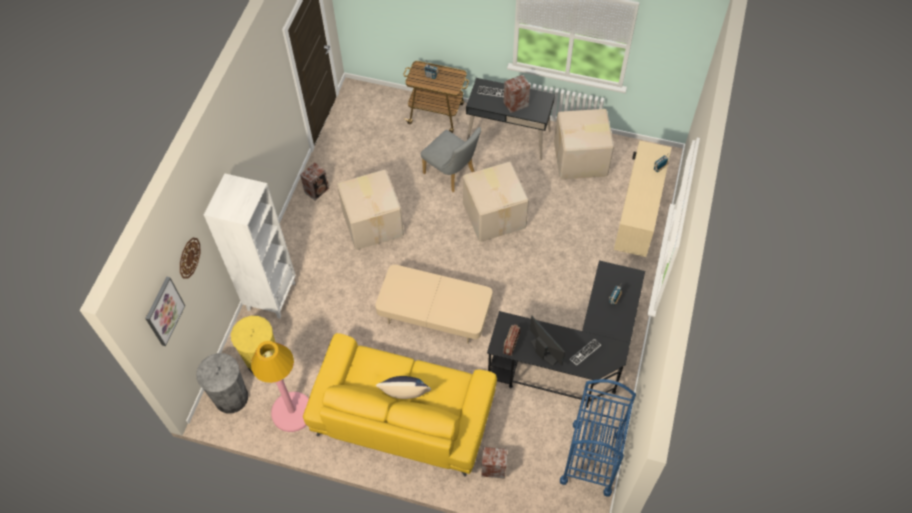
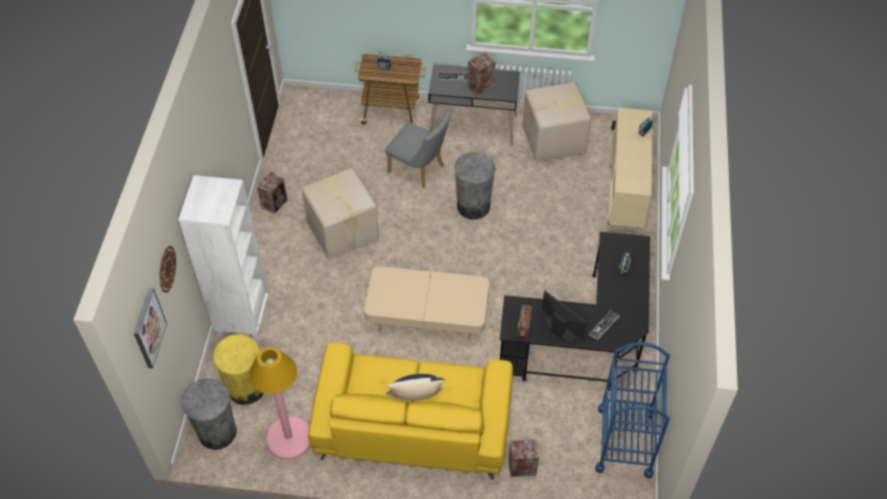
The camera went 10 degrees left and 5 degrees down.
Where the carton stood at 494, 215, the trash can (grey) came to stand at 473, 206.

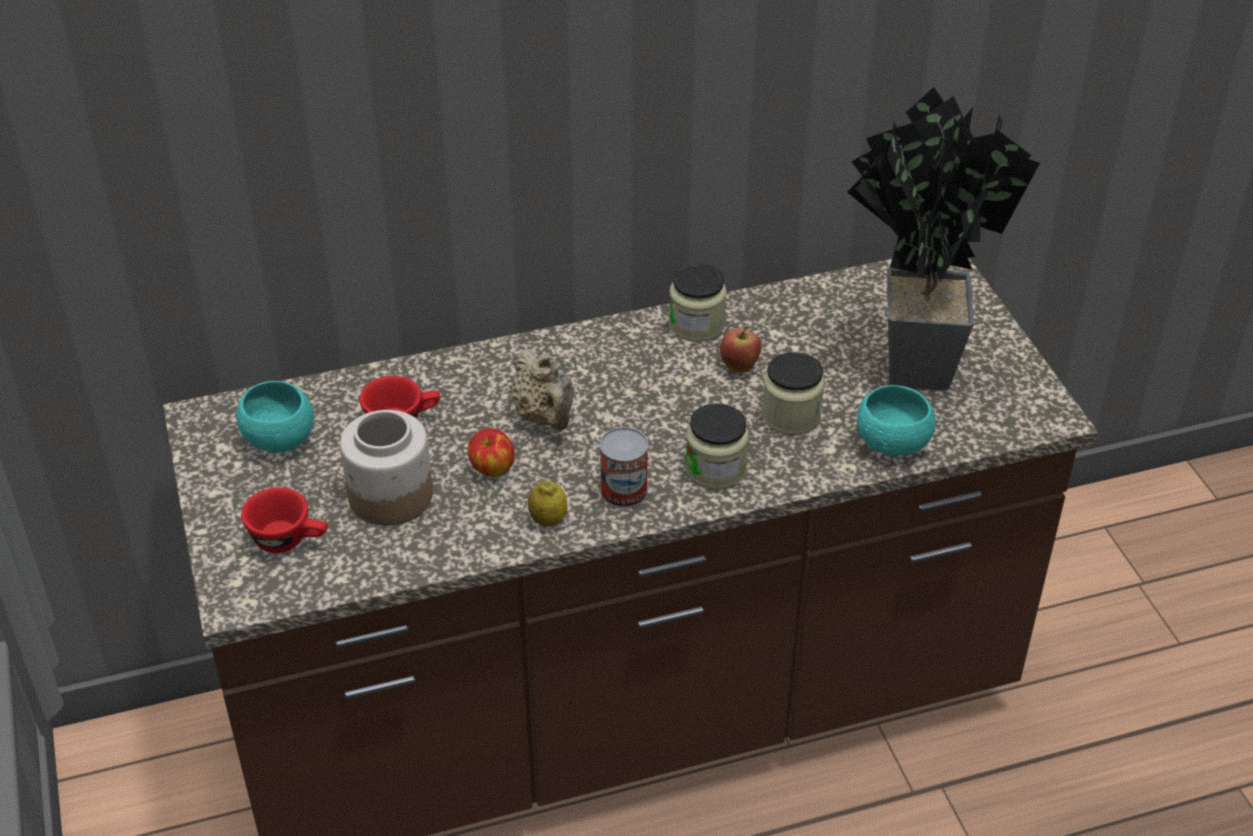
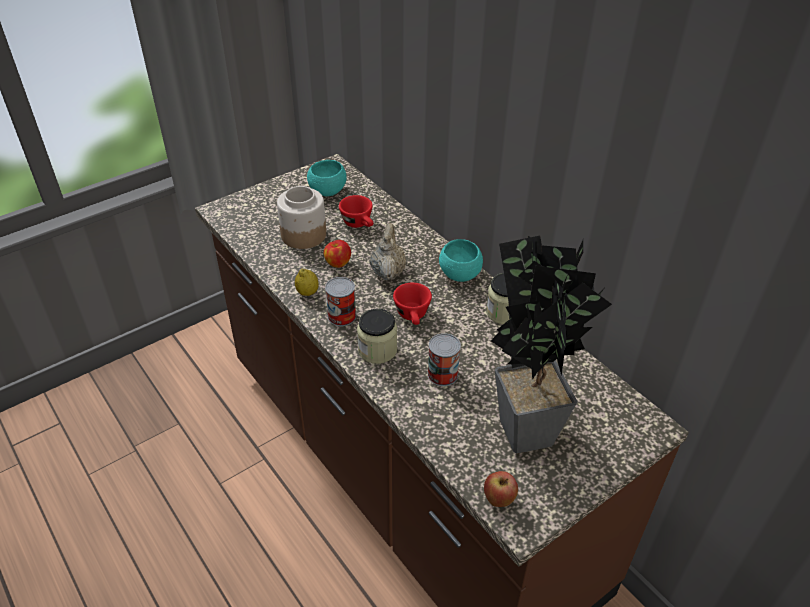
The camera went 70 degrees right and 0 degrees up.
The pot for tea (sand-coloured) at 545, 417 ended up facing another way, 135 degrees clockwise from before.
The cup (red) ended up elsewhere, having gone from 289, 539 to 413, 316.
Where the preserve jar stood at 791, 416, the sealed can came to stand at 442, 374.
The deep dish (turquoise) ended up elsewhere, having gone from 892, 443 to 459, 274.
The whole apple ended up elsewhere, having gone from 739, 367 to 499, 500.

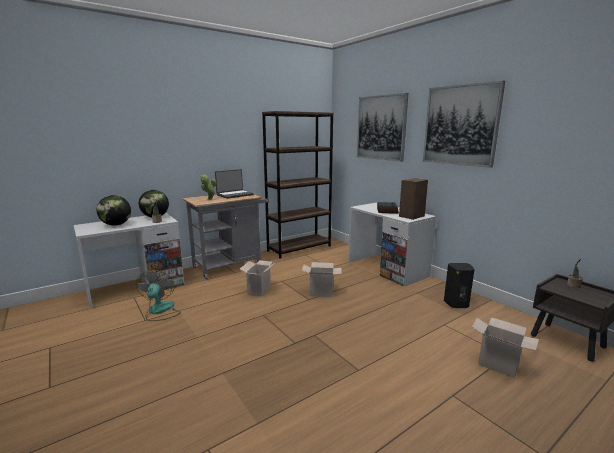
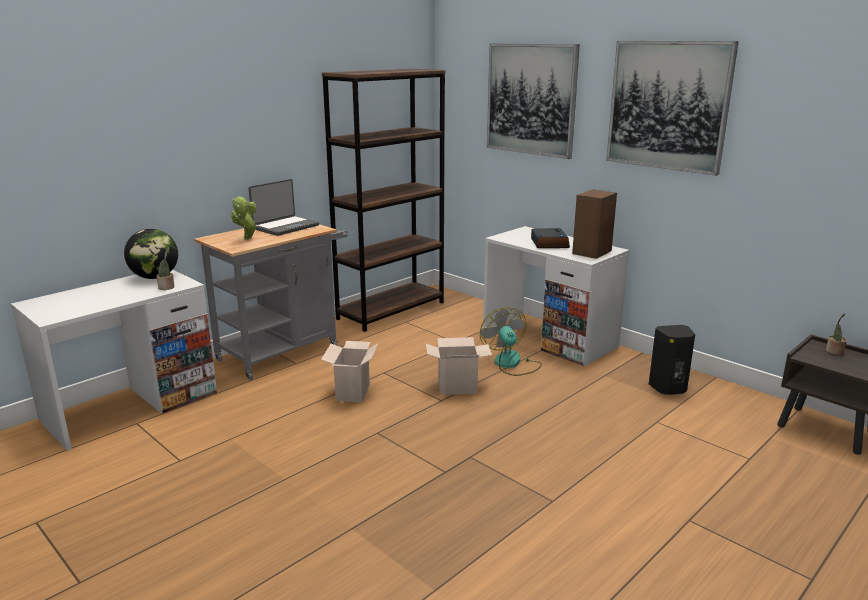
The camera went 10 degrees left and 5 degrees up.
The electric fan ended up elsewhere, having gone from 160, 311 to 511, 364.
The second view lost the desk globe at 116, 225.
The second view lost the carton at 499, 365.

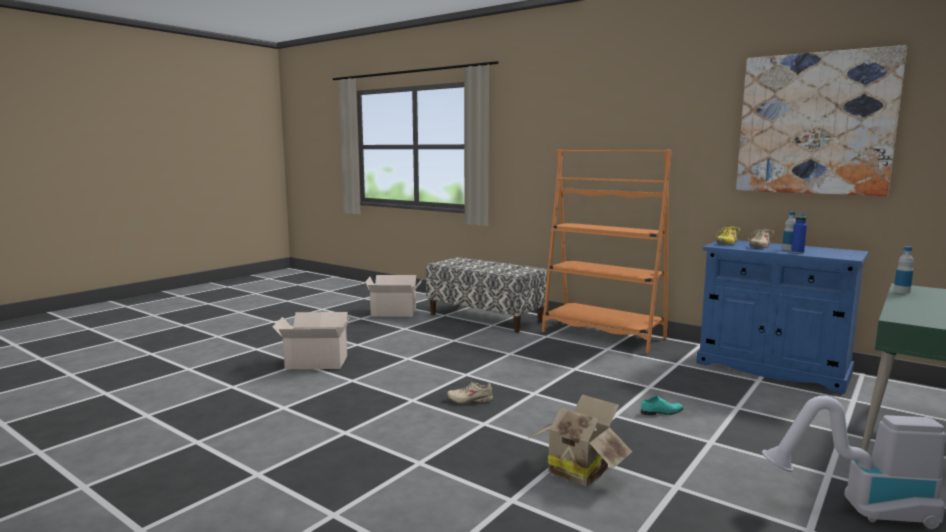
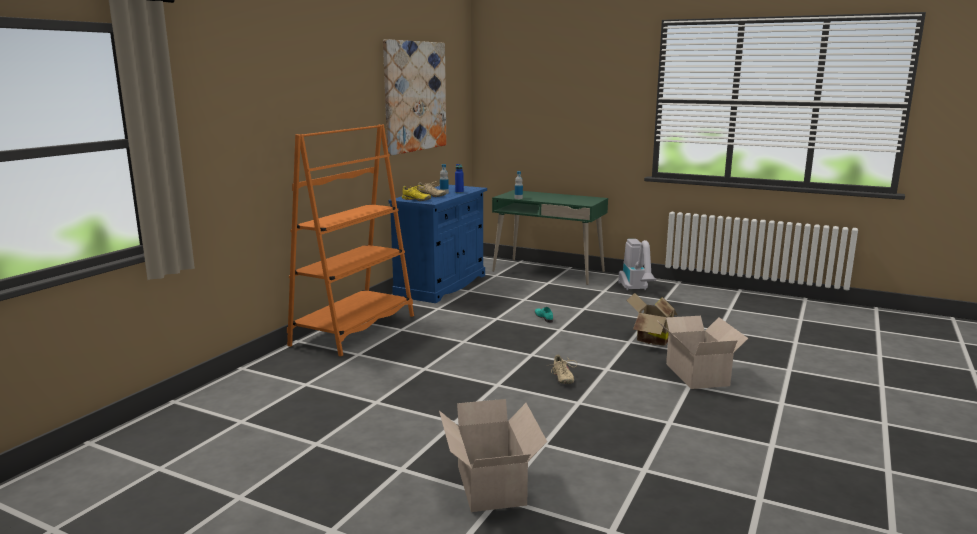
The camera went 100 degrees left and 5 degrees up.
The carton ended up elsewhere, having gone from 395, 313 to 696, 374.
The second view lost the bench at 485, 318.

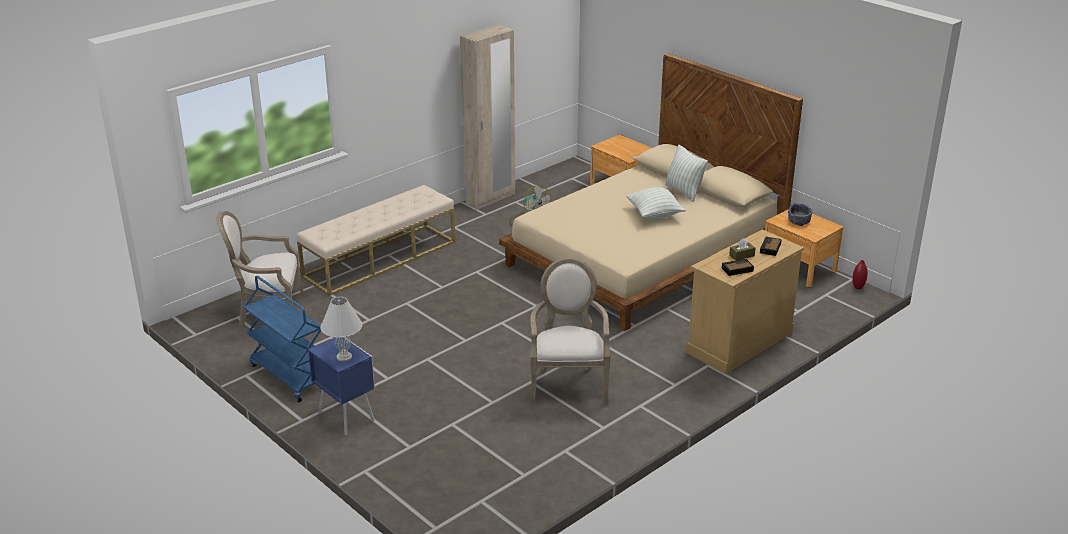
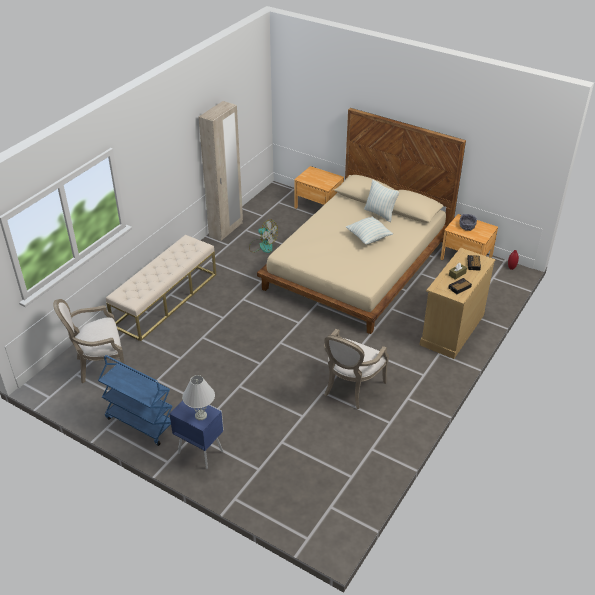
The camera went 15 degrees left and 10 degrees up.
The easy chair at 568, 383 ended up facing another way, 135 degrees counterclockwise from before.

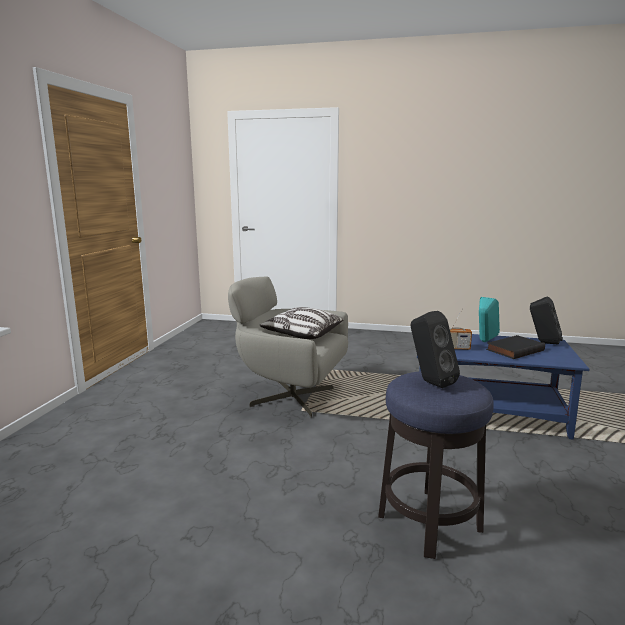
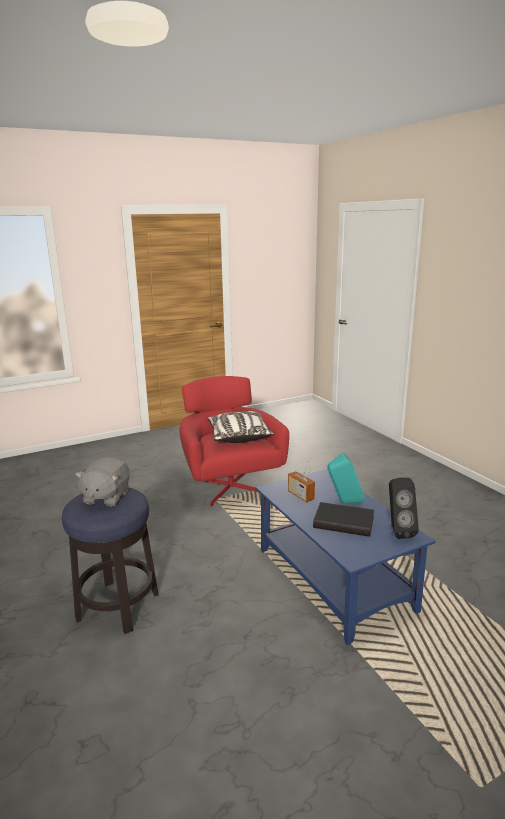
The camera went 50 degrees right and 5 degrees up.
Where the speaker (black-coloured) stood at 430, 382, the soft toy (grey) came to stand at 106, 497.
What was the easy chair (grey) at 289, 397 turned into the easy chair (red) at 230, 486.

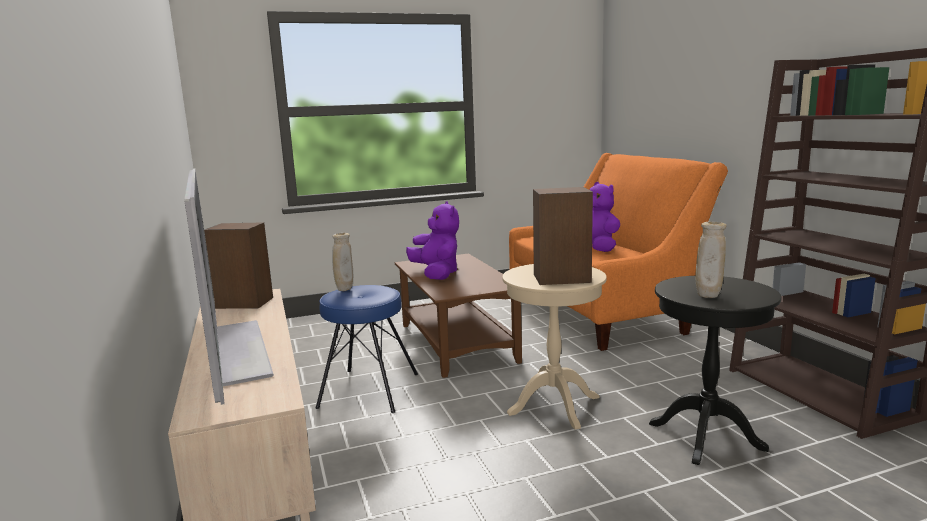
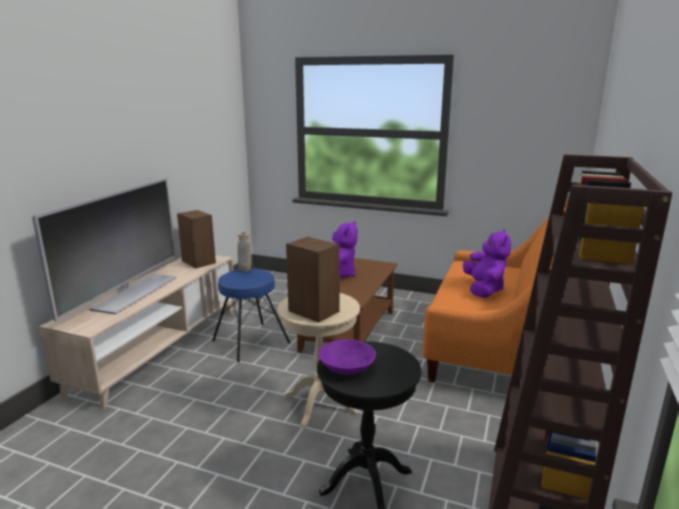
The camera went 40 degrees right and 5 degrees up.
Where the flower vase (sand-coloured) stood at 708, 296, the deep dish (purplish) came to stand at 346, 368.

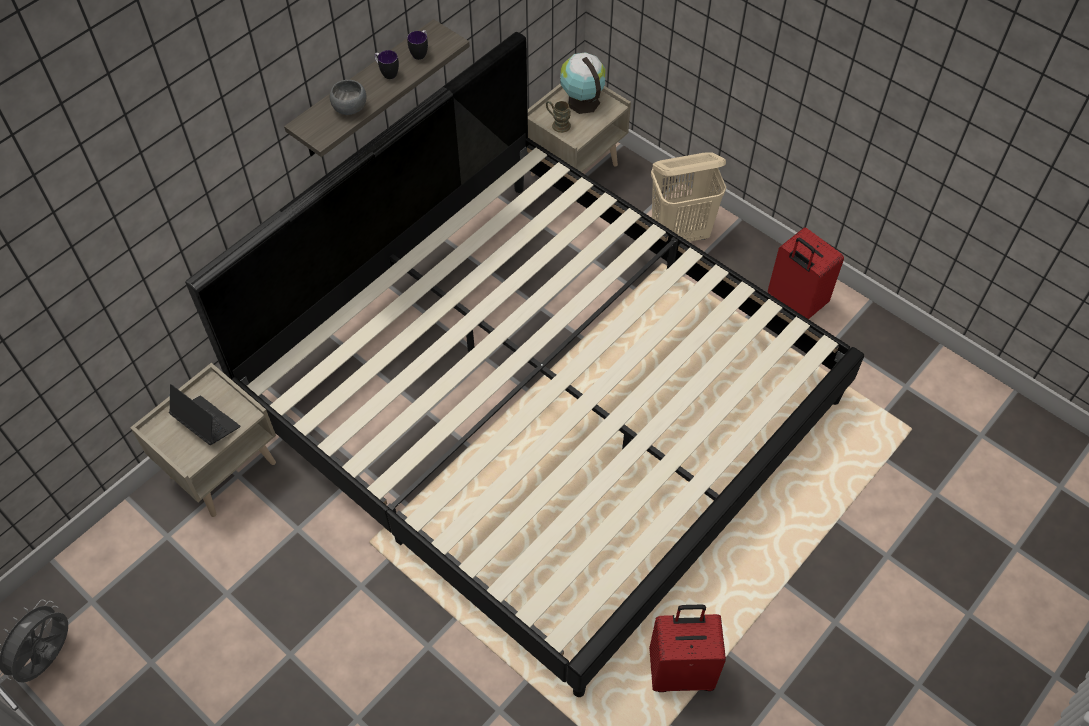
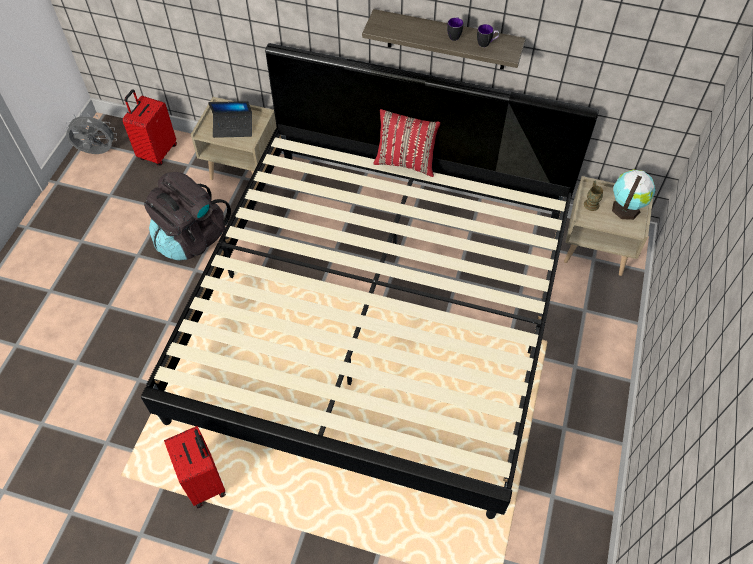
The camera went 65 degrees right and 0 degrees up.
The piece of luggage (red) ended up elsewhere, having gone from 794, 303 to 157, 152.
The second view gained the knapsack (black-coloured) at 192, 238.
The laptop at 206, 423 ended up facing another way, 75 degrees clockwise from before.
The second view gained the cushion (red) at 406, 162.
The second view lost the deep dish (grey) at 350, 107.
The second view lost the washing basket (sand-coloured) at 681, 233.

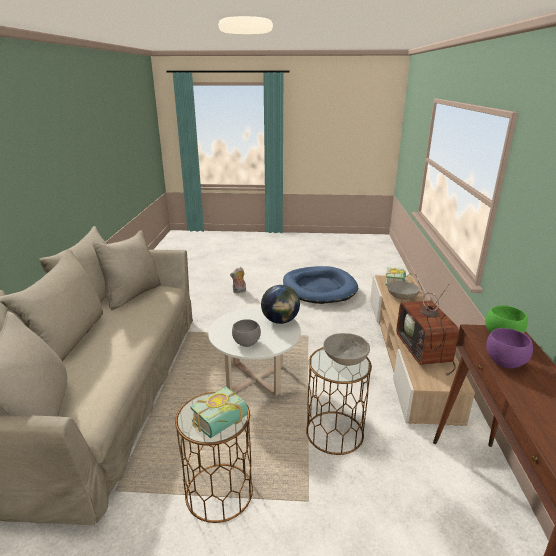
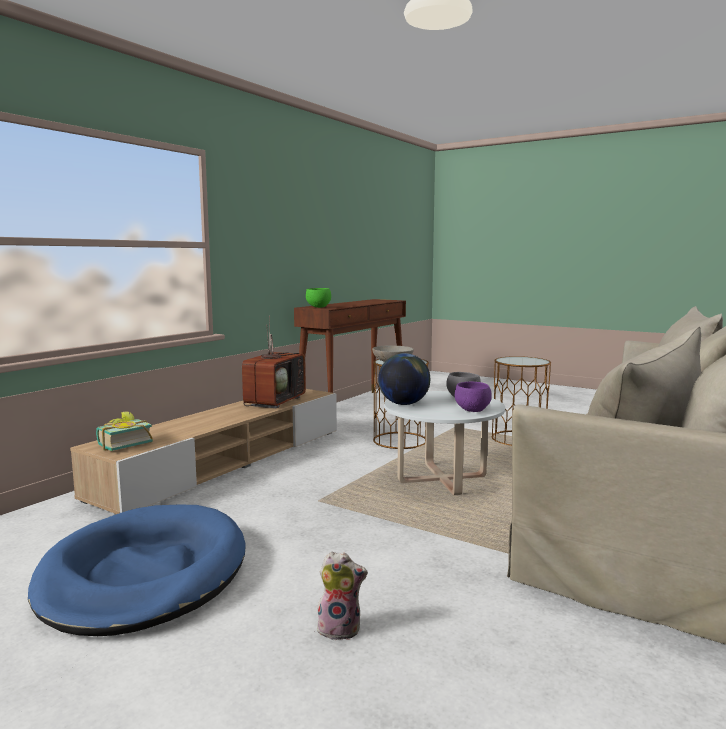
The camera went 150 degrees left and 15 degrees down.
The deep dish (purplish) ended up elsewhere, having gone from 503, 362 to 473, 410.
The second view lost the bound book at 223, 424.
The second view lost the deep dish (grey) at 402, 296.

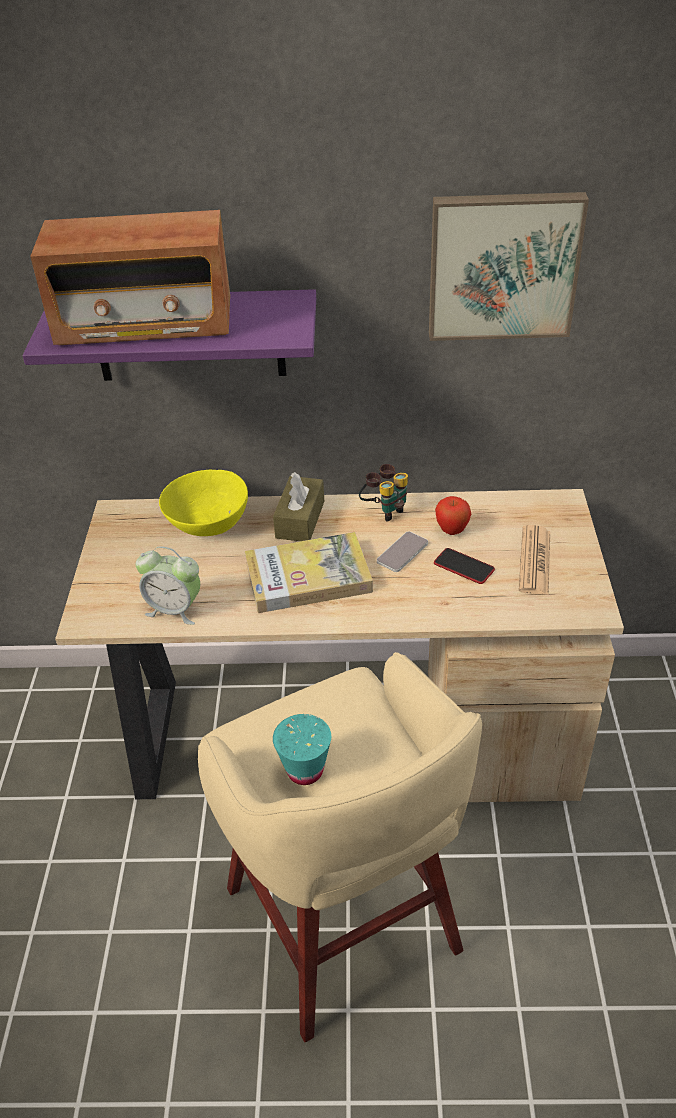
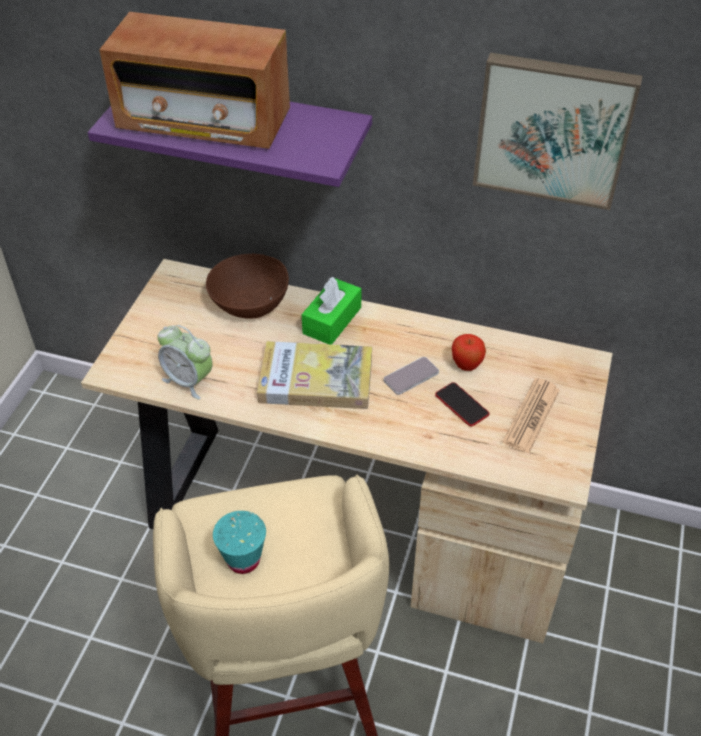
The camera went 15 degrees right and 5 degrees up.
What was the deep dish (yellow) at 207, 522 turned into the deep dish (brownish) at 249, 303.
What was the tissue holder (brownish) at 300, 519 turned into the tissue holder (green) at 332, 320.
The second view lost the field glasses at 384, 510.

